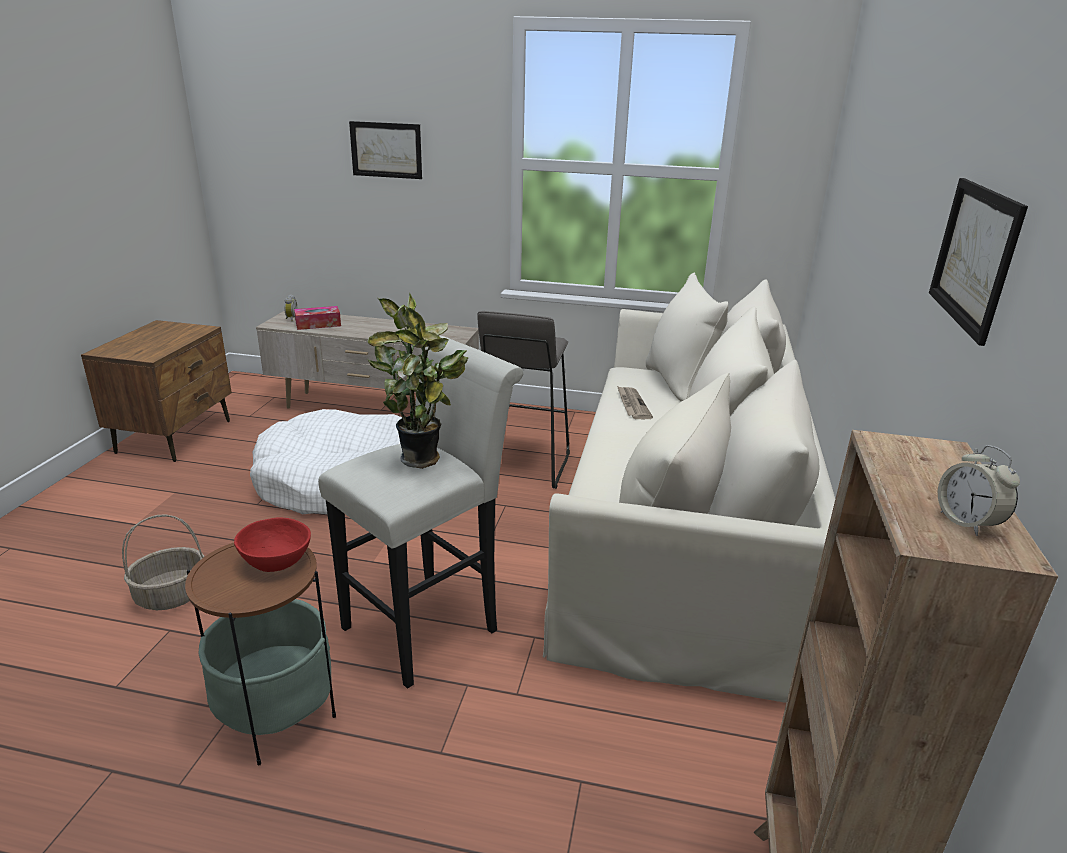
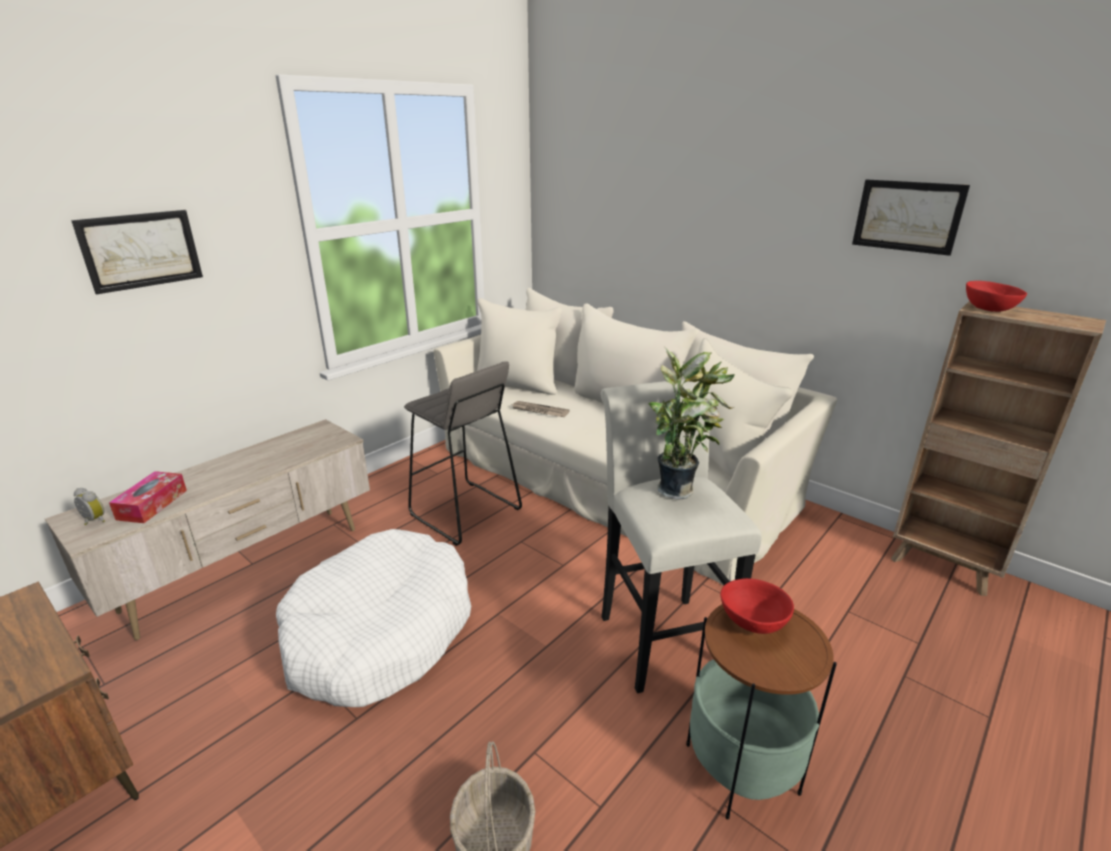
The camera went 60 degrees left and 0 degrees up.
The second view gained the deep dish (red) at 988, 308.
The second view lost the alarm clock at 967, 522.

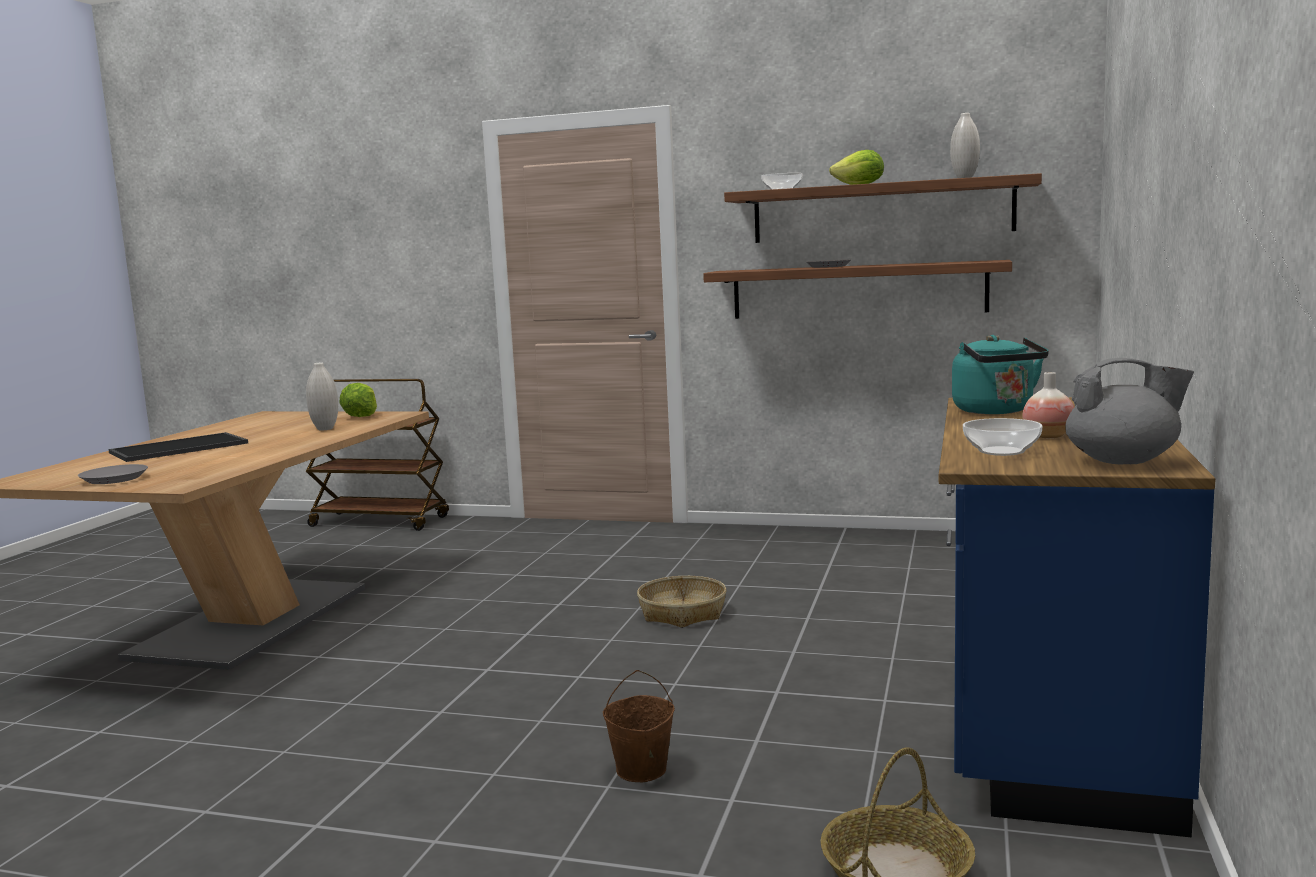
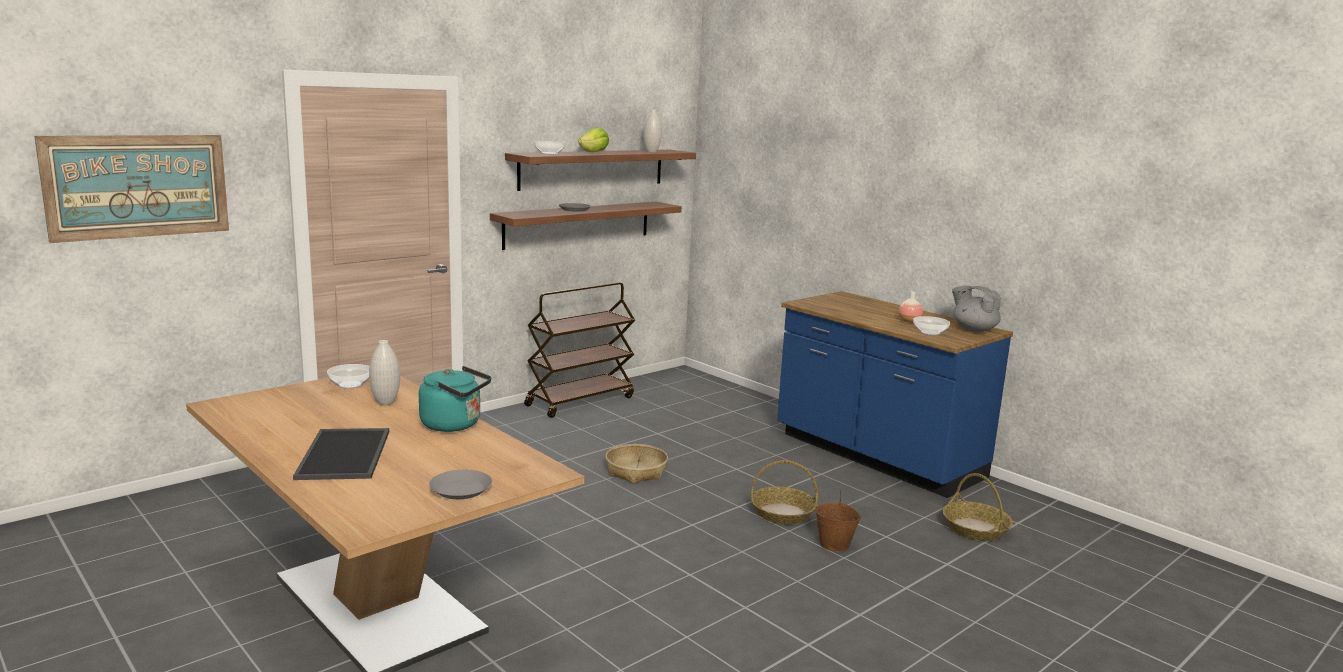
The camera went 60 degrees left and 5 degrees up.
The second view gained the wall art at 138, 186.
Where the lettuce head stood at 360, 416, the deep dish came to stand at 350, 385.
The tea kettle (turquoise) ended up elsewhere, having gone from 996, 411 to 454, 425.
The trolley (brownish) ended up elsewhere, having gone from 380, 521 to 580, 401.
The second view gained the storage basket at 783, 513.
The pot for tea (grey) at 1123, 461 ended up facing another way, 90 degrees counterclockwise from before.

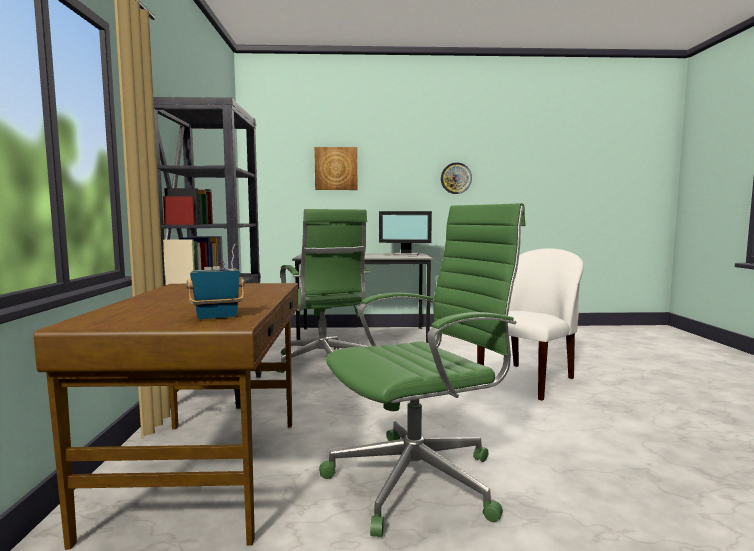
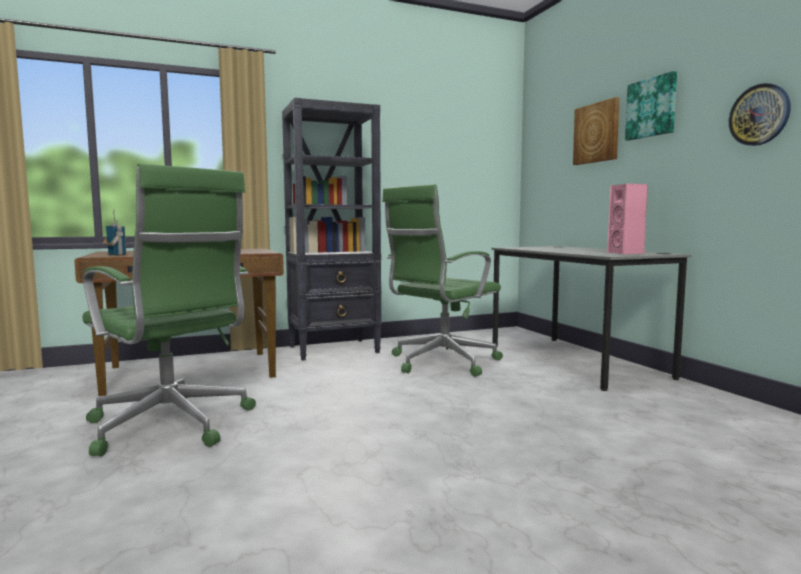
The camera went 70 degrees right and 0 degrees up.
Where the computer screen stood at 406, 255, the speaker (pink) came to stand at 626, 253.
The second view gained the wall art at 652, 108.
The second view lost the upright chair (whitish) at 528, 381.

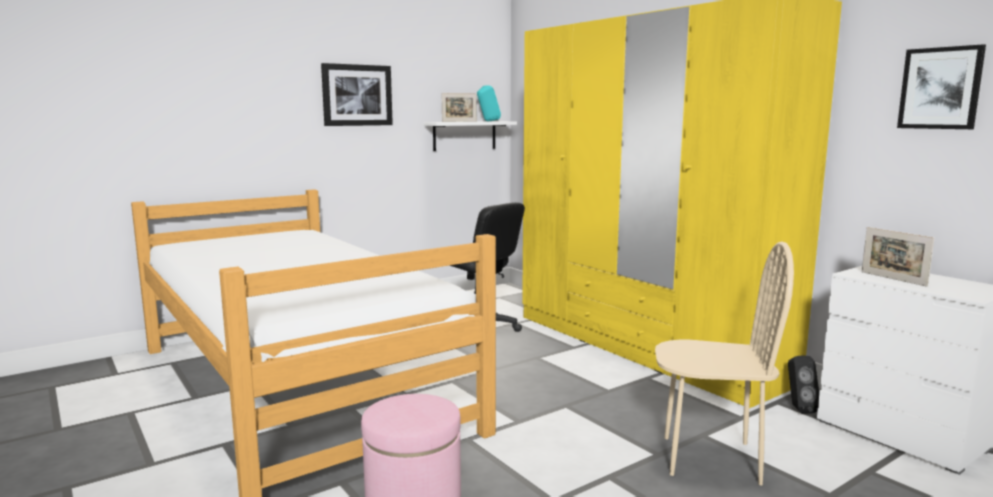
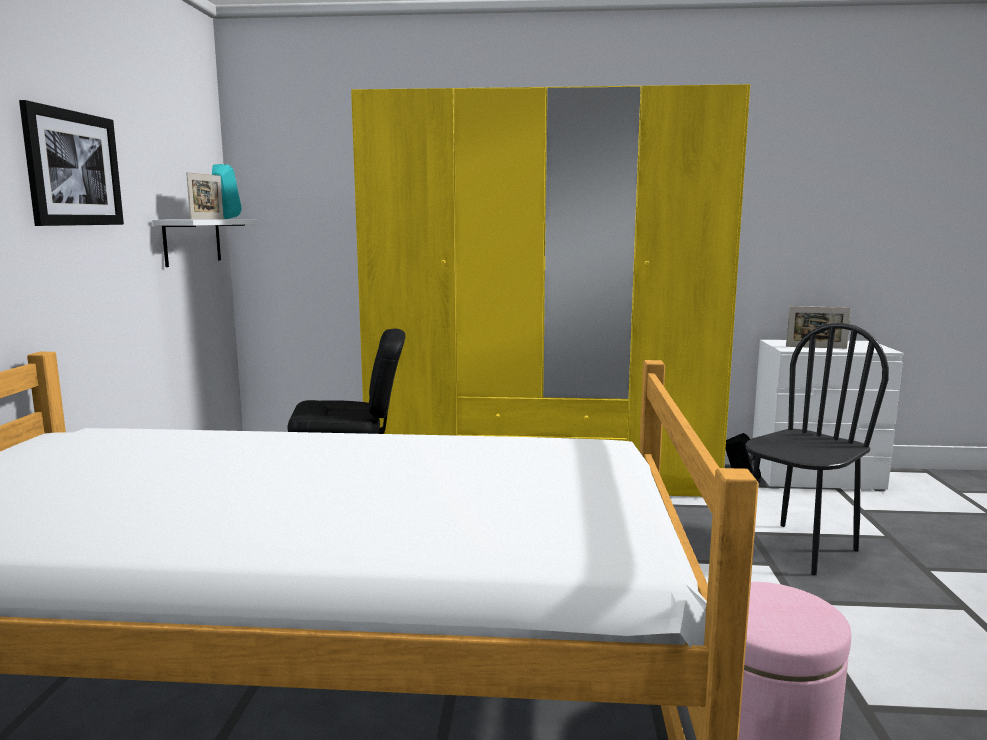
The camera went 50 degrees left and 0 degrees up.
What was the upright chair (sand-coloured) at 710, 459 turned into the upright chair (black-coloured) at 798, 548.
The second view lost the wall art at 940, 88.

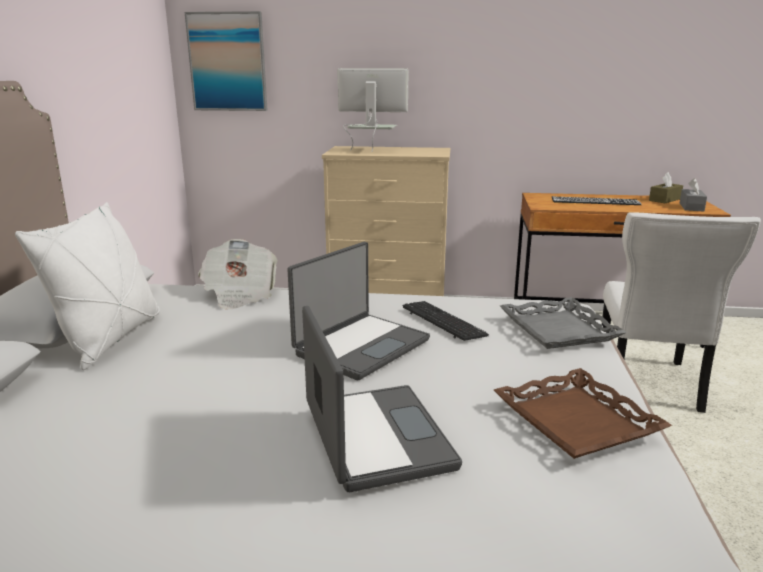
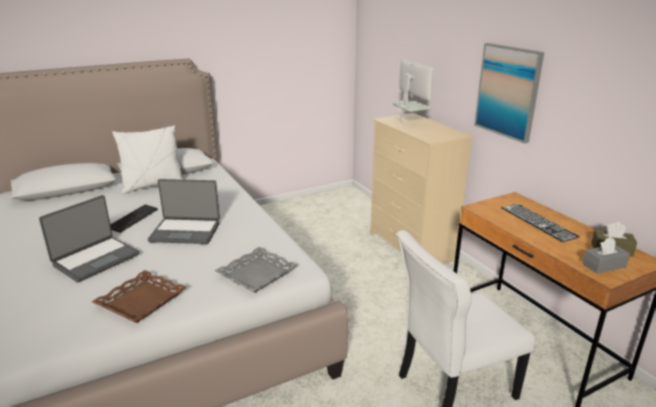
The camera went 55 degrees right and 5 degrees up.
The keyboard ended up elsewhere, having gone from 443, 322 to 133, 219.
The wall art ended up elsewhere, having gone from 228, 62 to 508, 91.
The second view lost the printed paper at 239, 294.

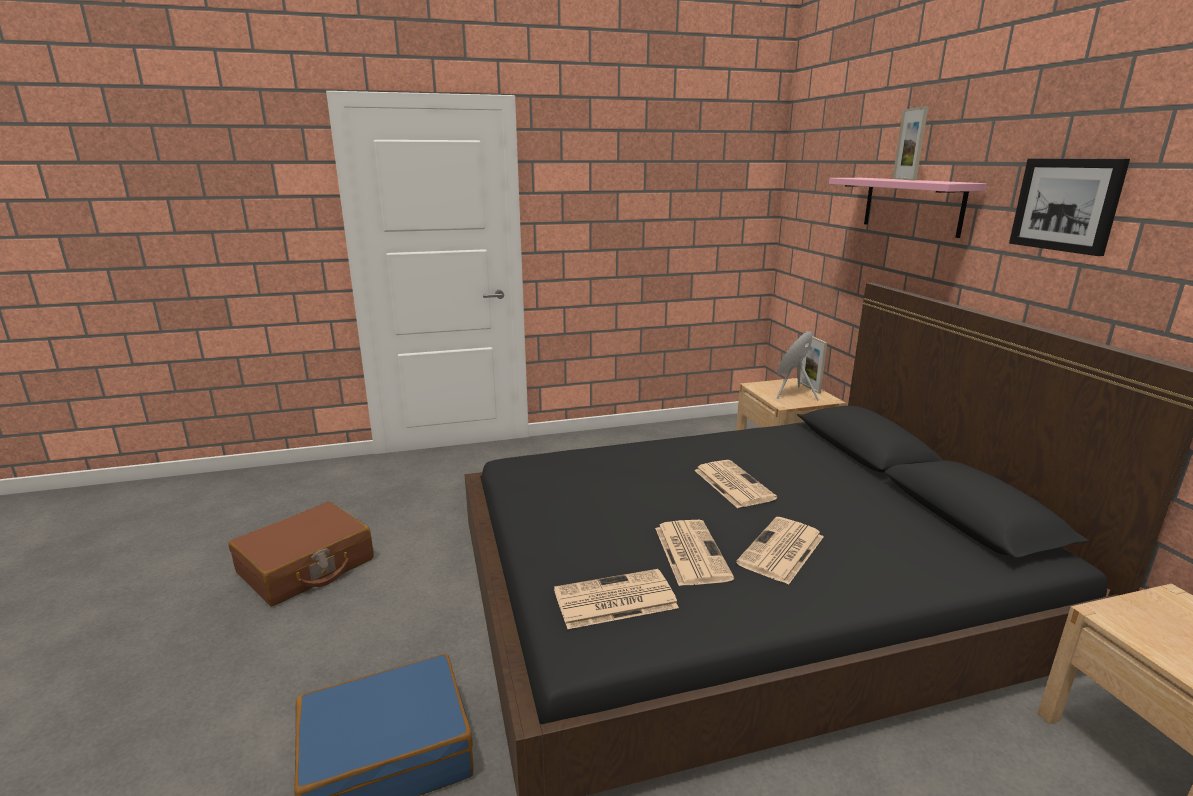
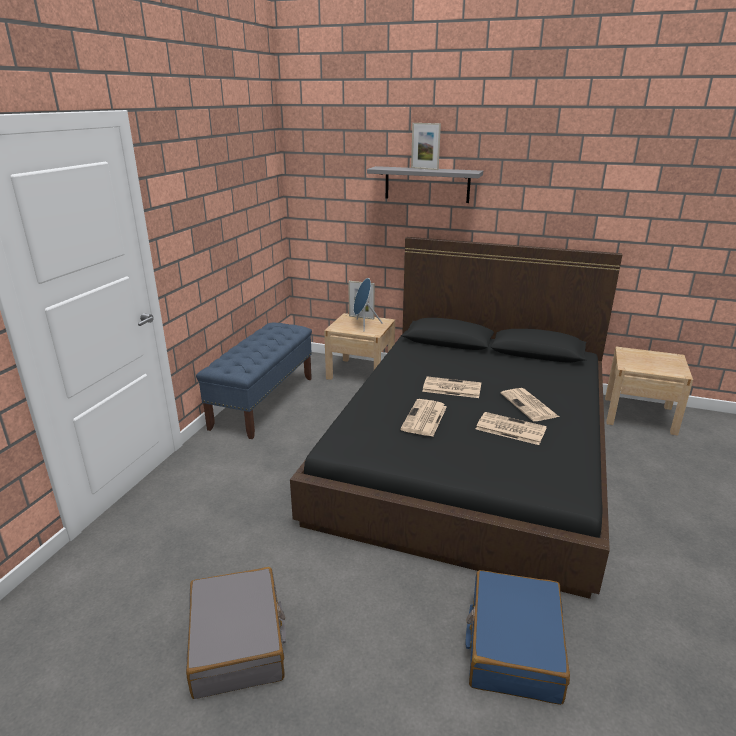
The camera went 55 degrees left and 5 degrees up.
What was the piece of luggage (brownish) at 306, 567 turned into the piece of luggage (grey) at 238, 642.
The second view gained the bench (bluish) at 263, 402.
What was the bracket shelf (pink) at 912, 205 turned into the bracket shelf (grey) at 427, 184.
The printed paper ended up elsewhere, having gone from 613, 600 to 424, 418.
The second view lost the wall art at 1066, 204.

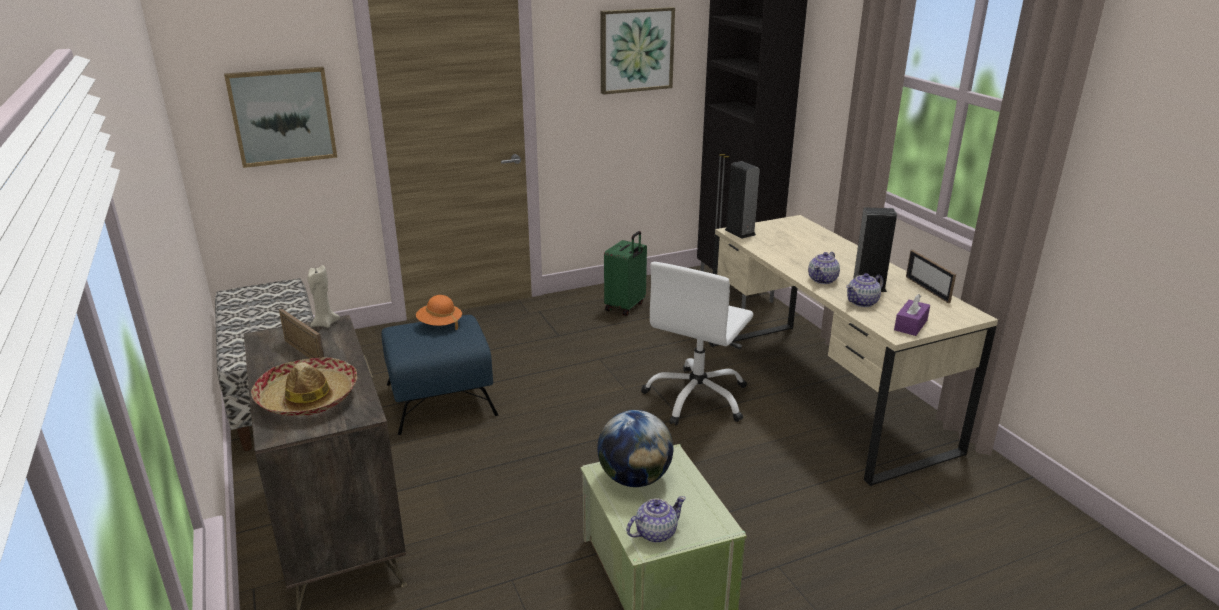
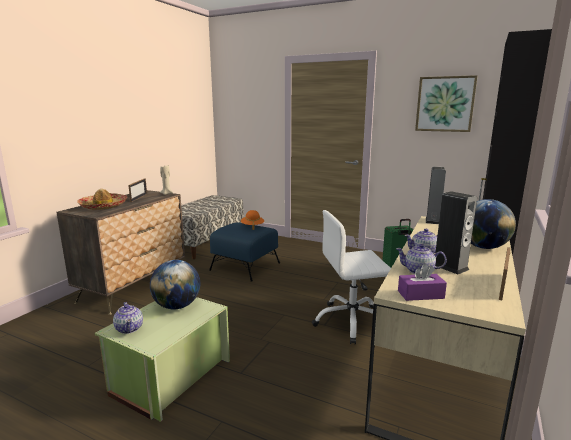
The camera went 50 degrees right and 10 degrees down.
The pot for tea at 655, 533 ended up facing another way, 45 degrees clockwise from before.
The second view gained the desk globe at 483, 247.
The second view lost the wall art at 282, 116.

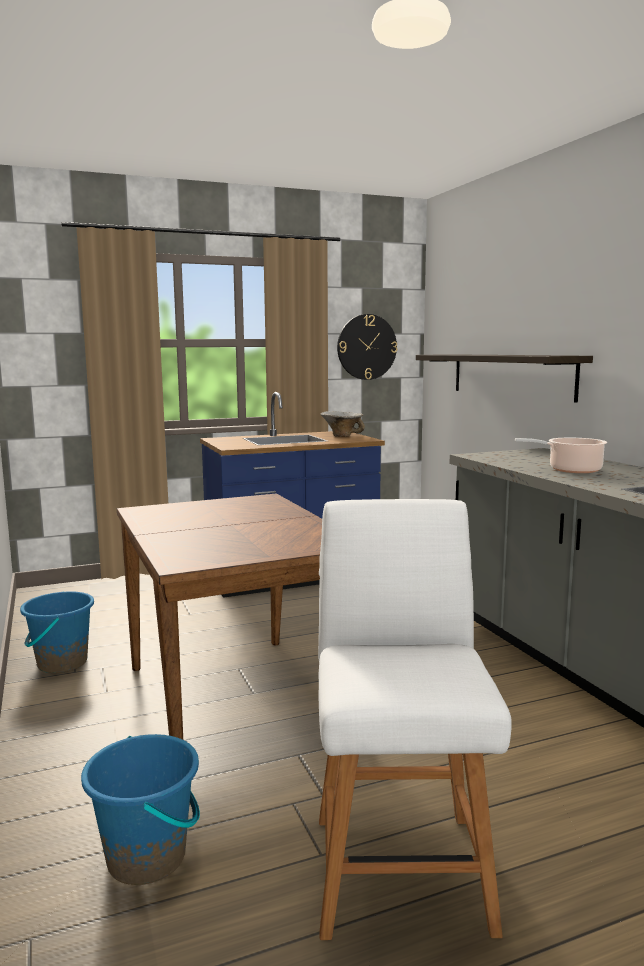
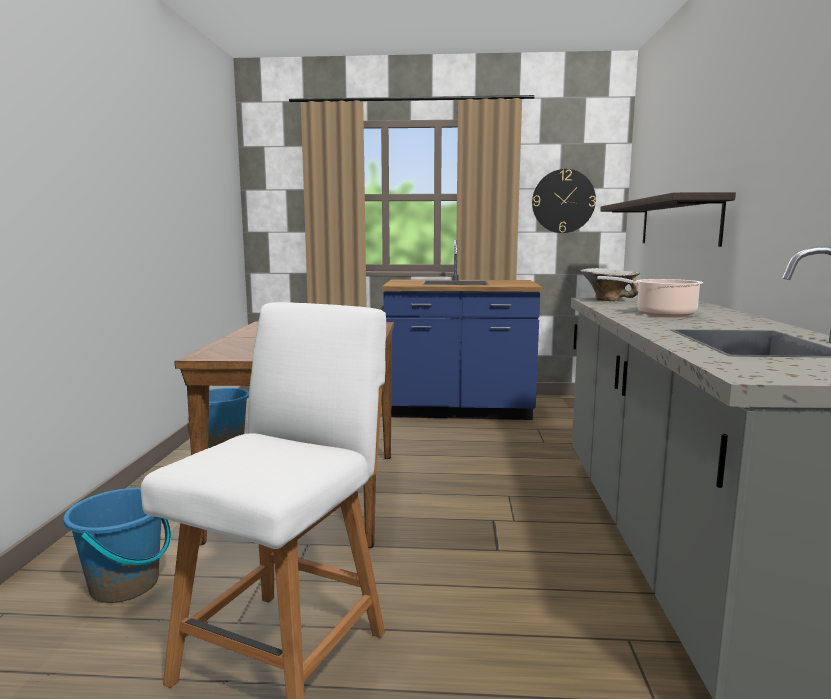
The camera went 25 degrees right and 0 degrees up.
The deep dish ended up elsewhere, having gone from 342, 435 to 608, 300.

